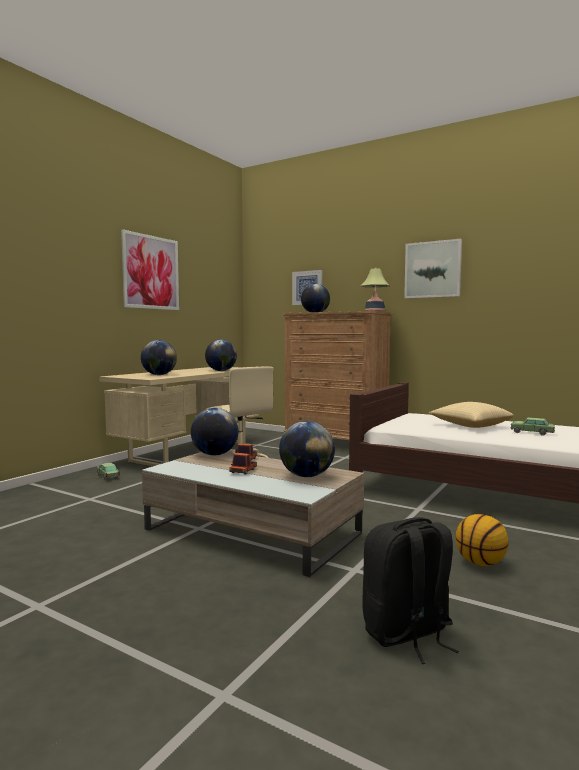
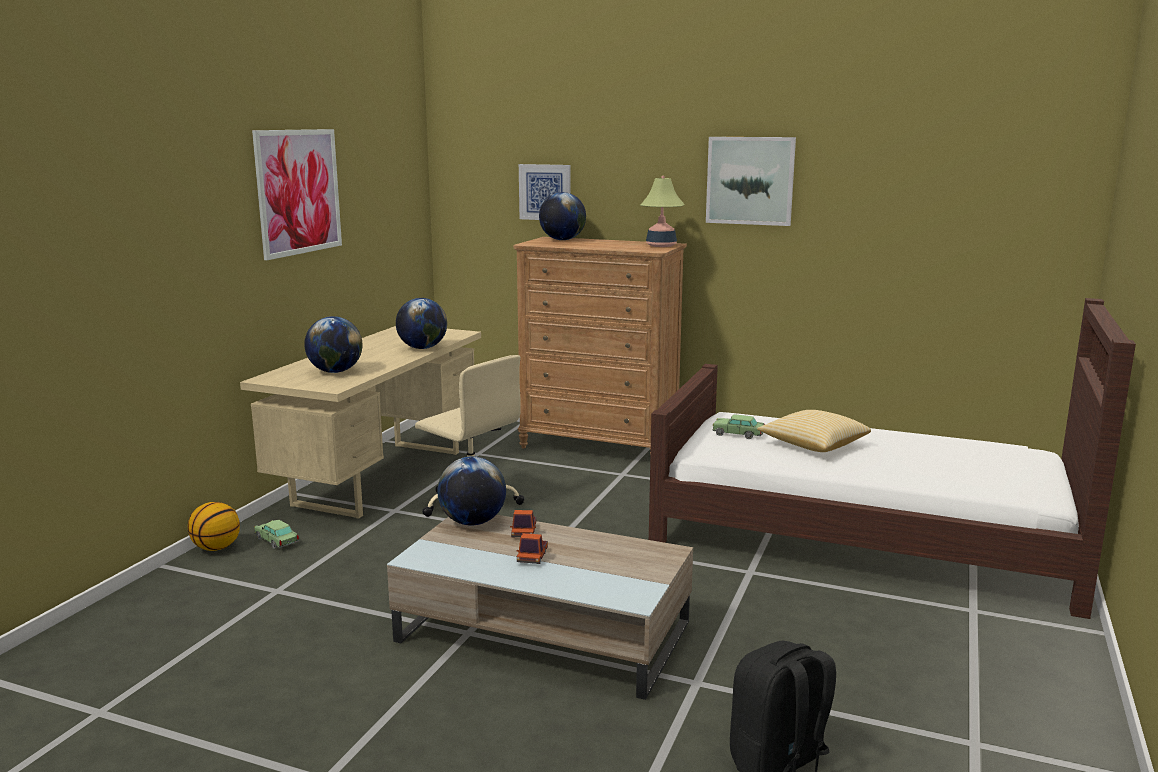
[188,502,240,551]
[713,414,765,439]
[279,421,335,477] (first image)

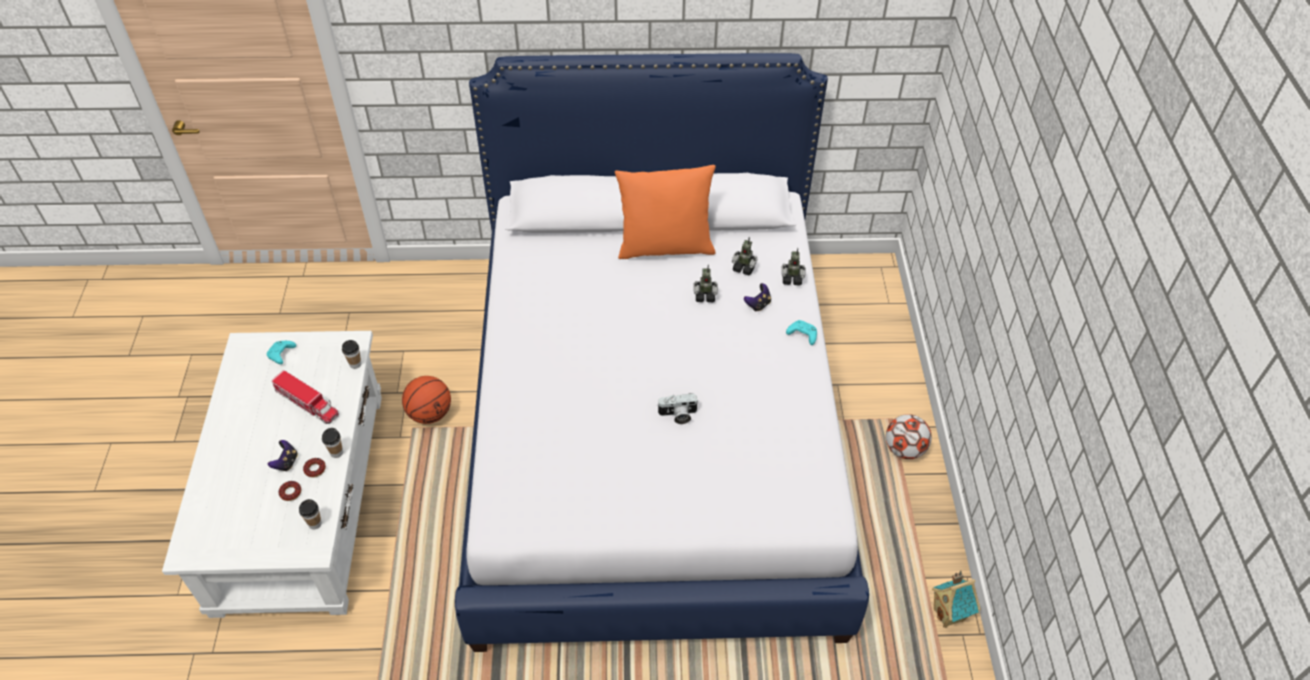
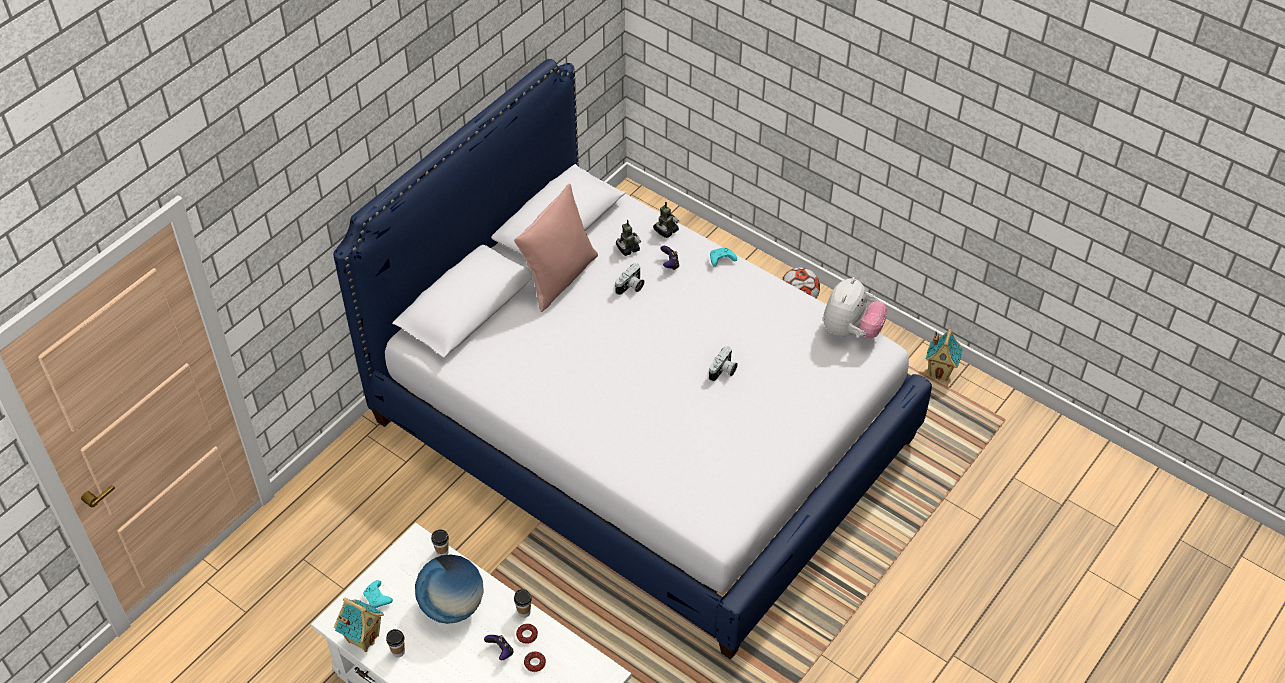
[334,598,384,652]
[386,629,405,658]
[415,554,484,624]
[514,183,598,312]
[615,263,644,295]
[823,277,888,338]
[402,376,451,424] (first image)

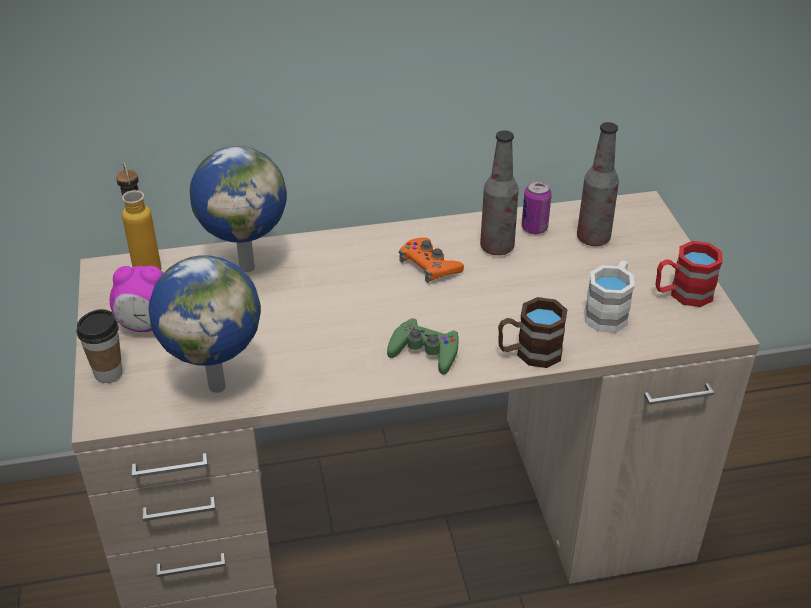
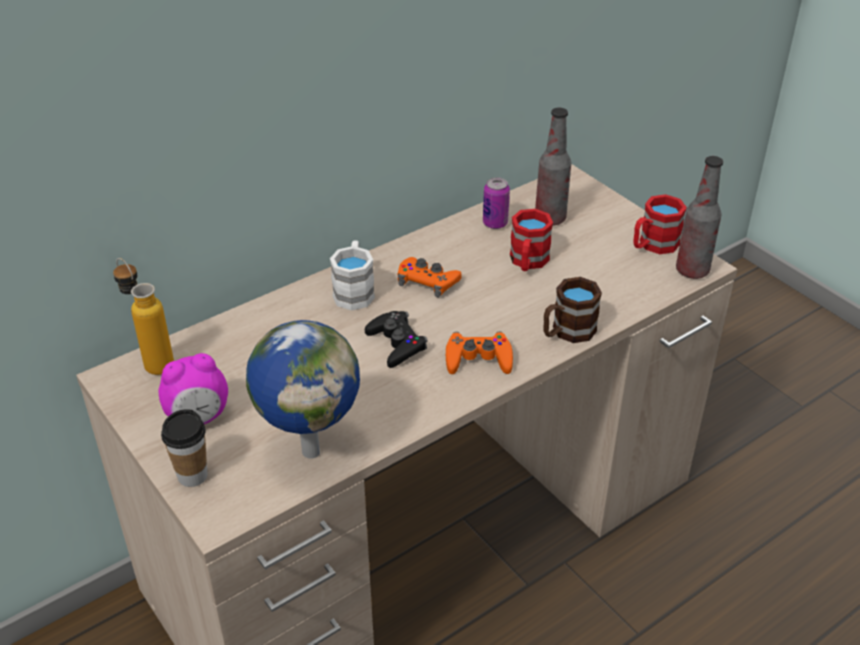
[330,240,375,311]
[365,311,428,368]
[446,332,513,374]
[510,209,553,271]
[676,156,723,279]
[190,146,287,272] (first image)

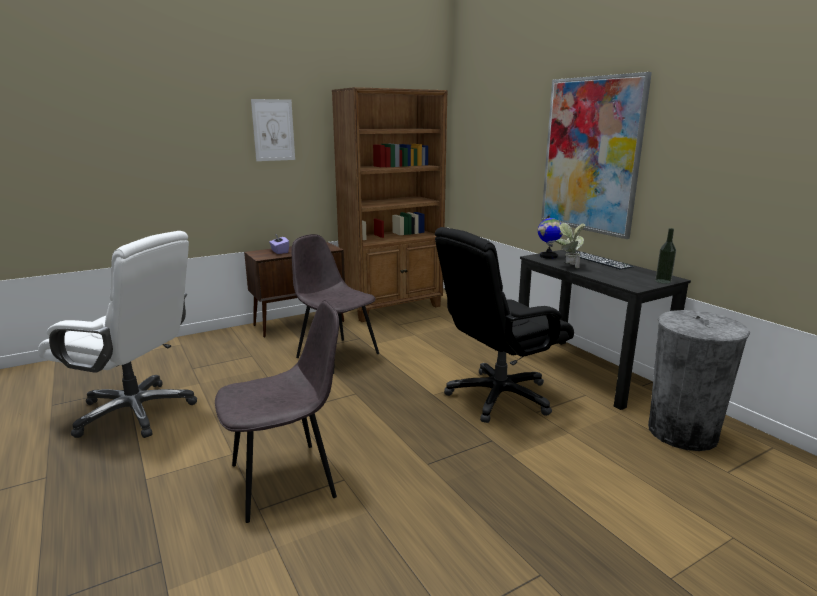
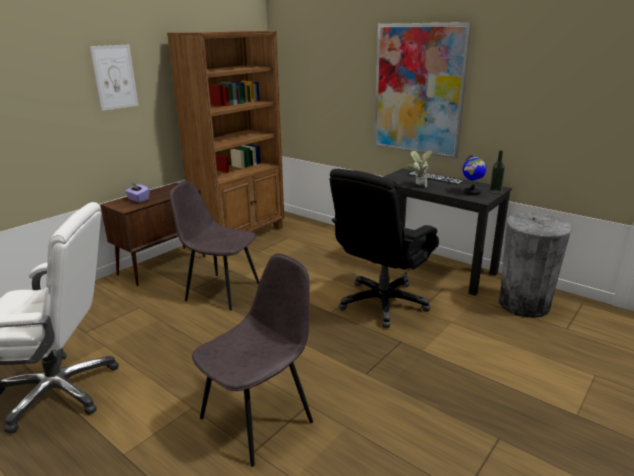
[463,154,487,195]

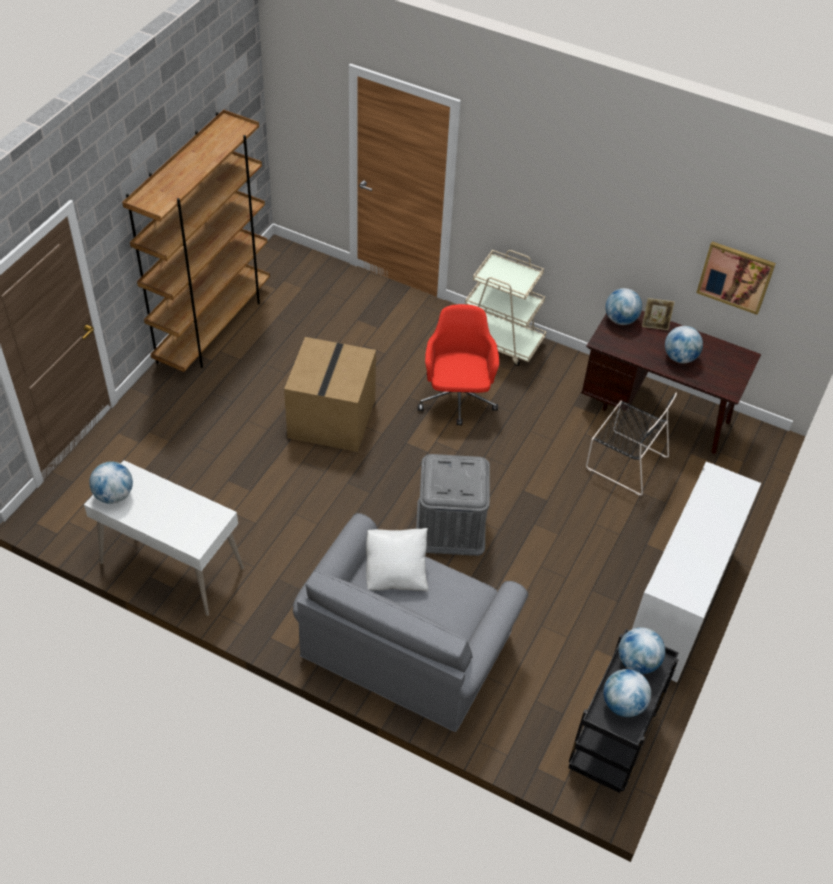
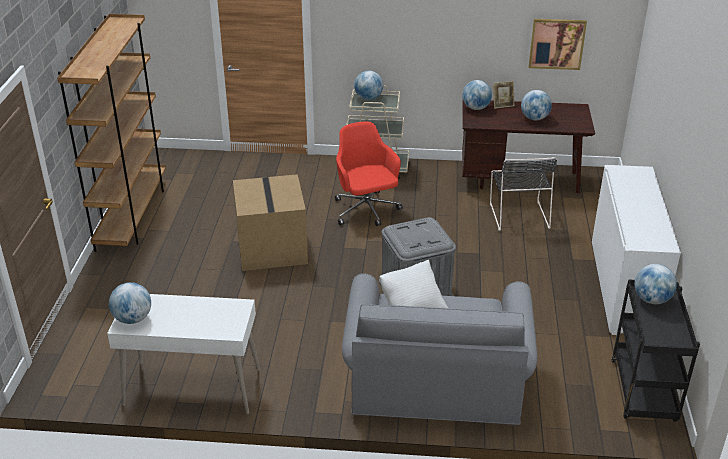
[354,71,383,100]
[490,157,557,231]

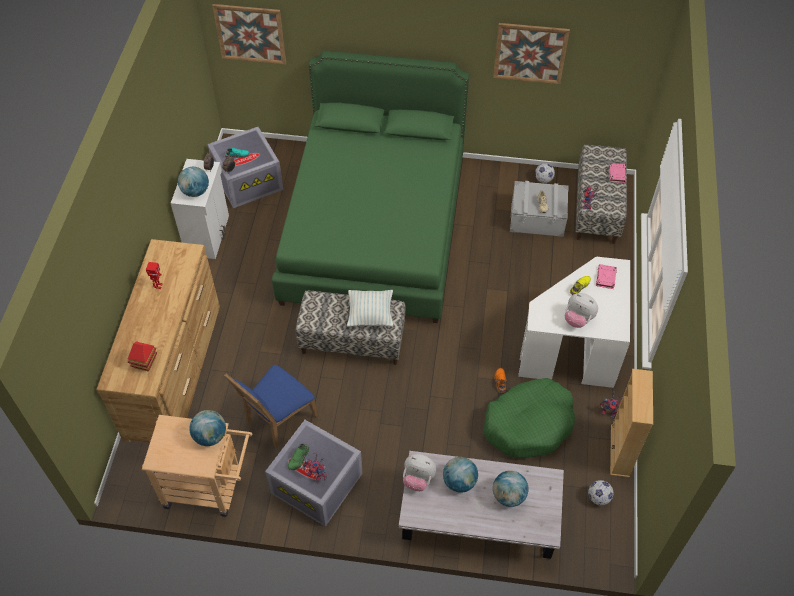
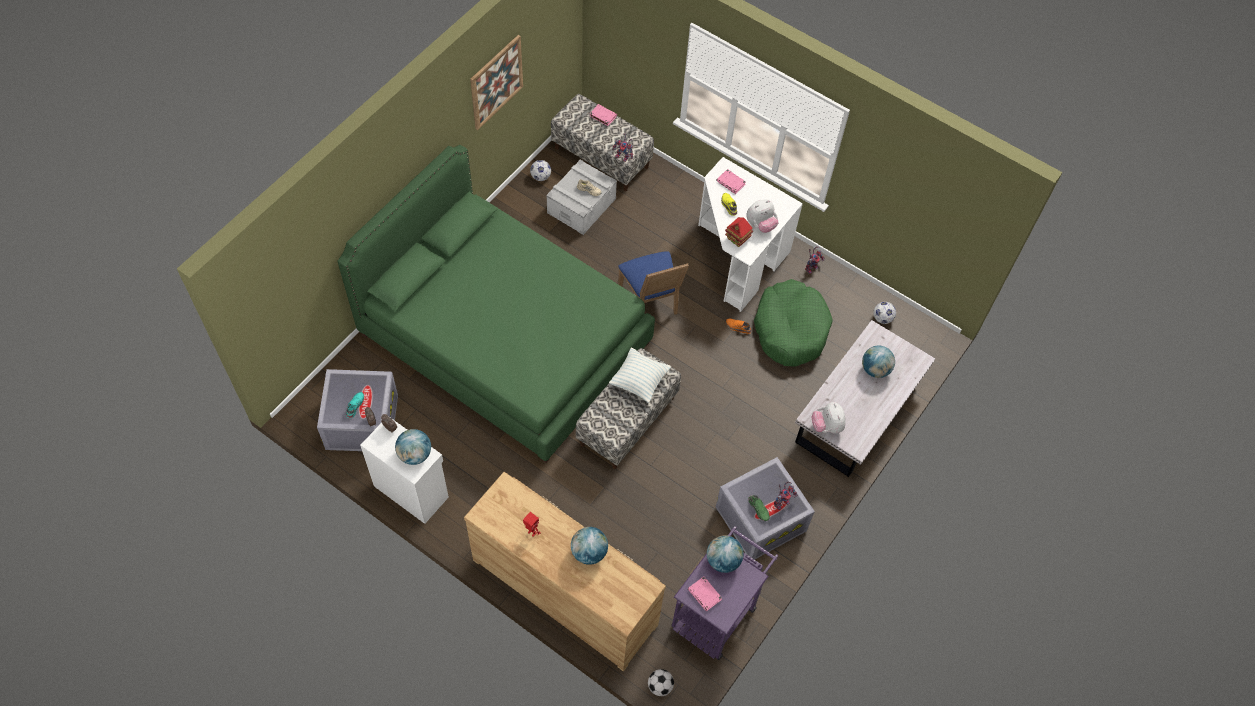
[571,527,608,565]
[618,251,689,315]
[648,669,674,696]
[671,526,778,660]
[688,576,722,611]
[725,217,753,247]
[811,402,845,434]
[212,4,286,65] (first image)
[610,369,653,478] (first image)

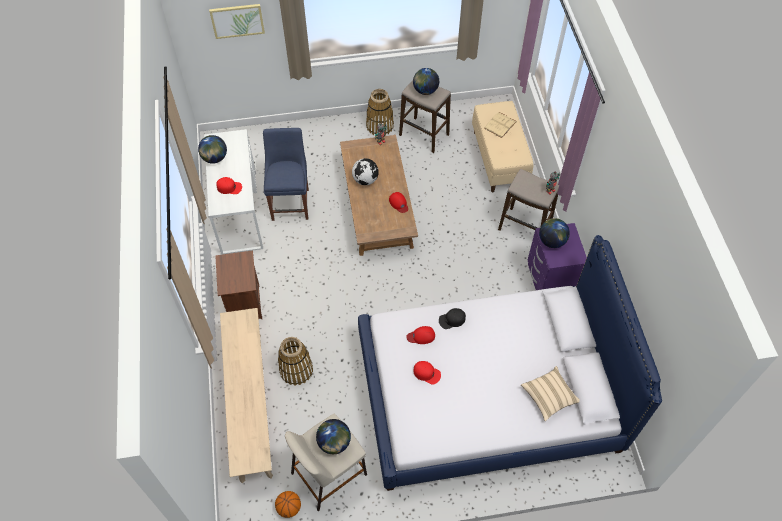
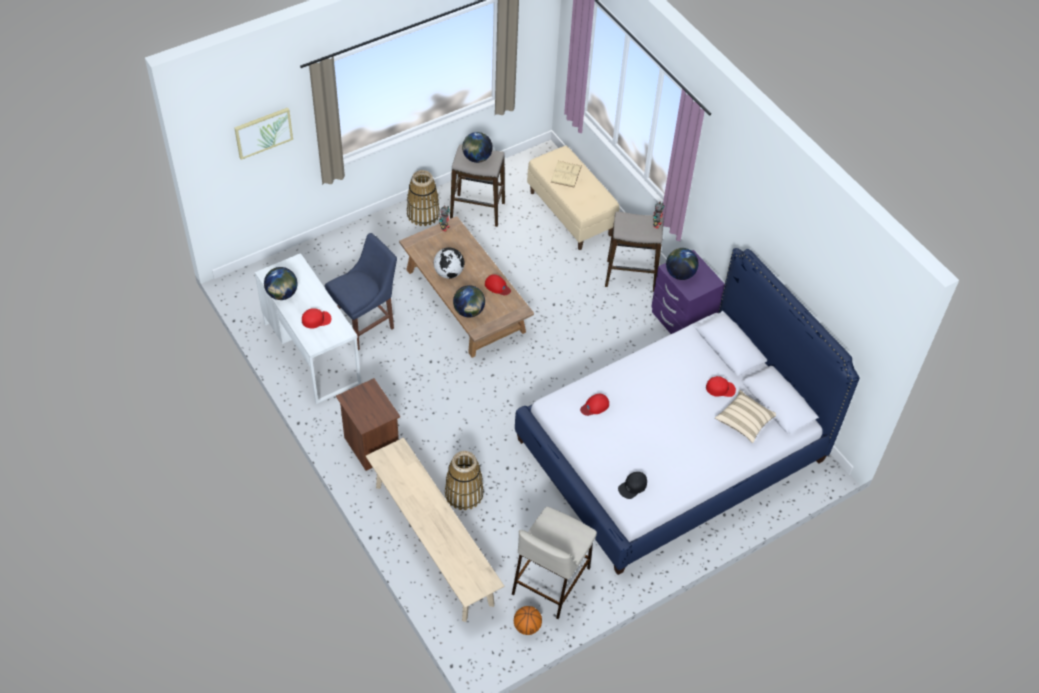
[325,233,397,350]
[453,285,485,318]
[618,472,647,499]
[706,376,736,397]

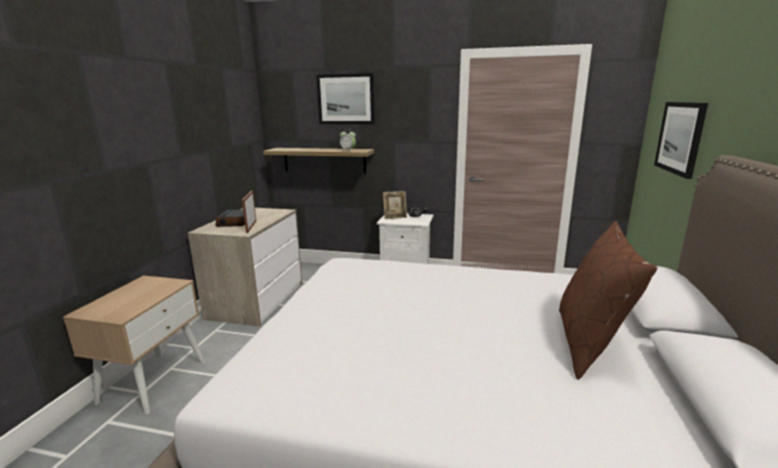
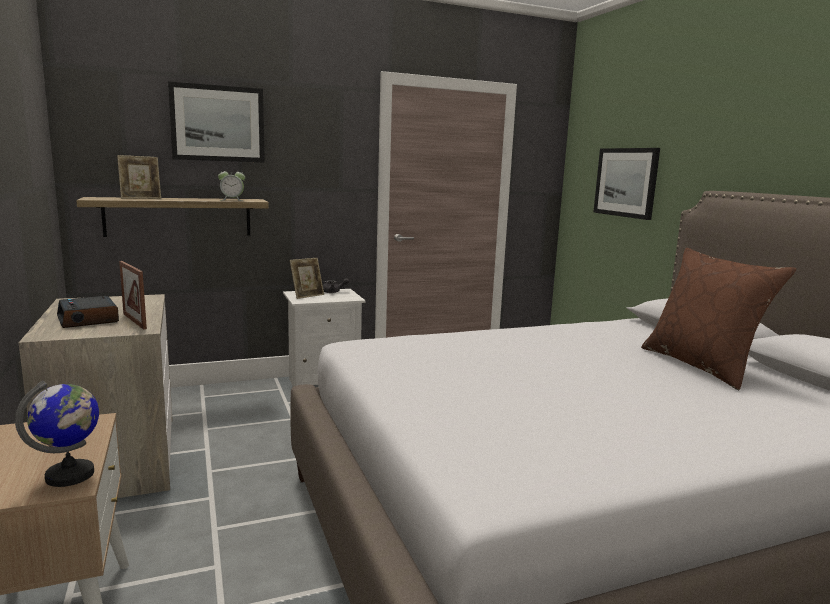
[15,381,99,487]
[117,155,161,199]

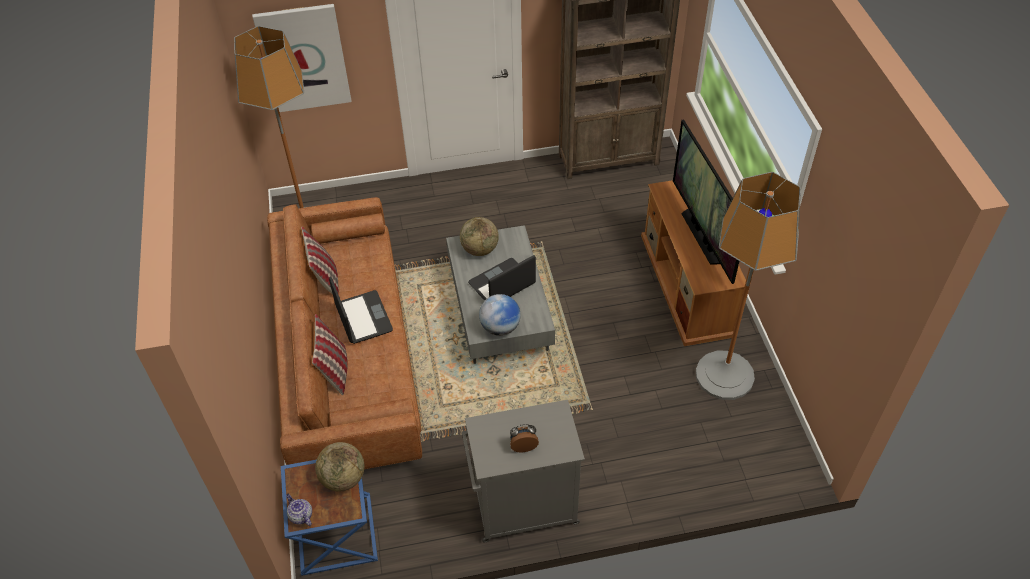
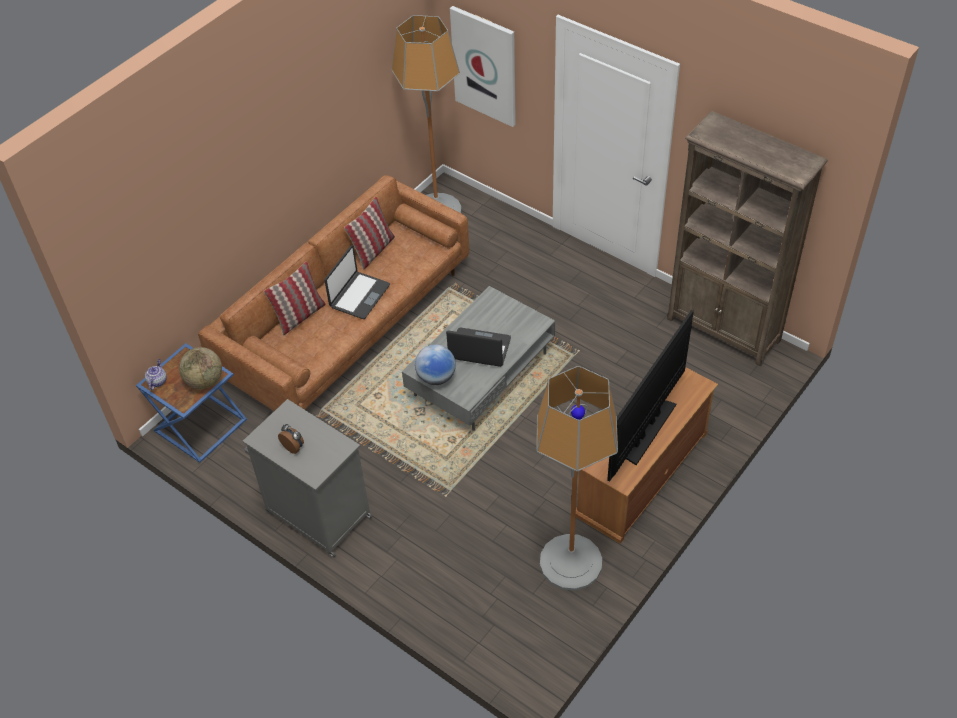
[460,217,499,256] (first image)

